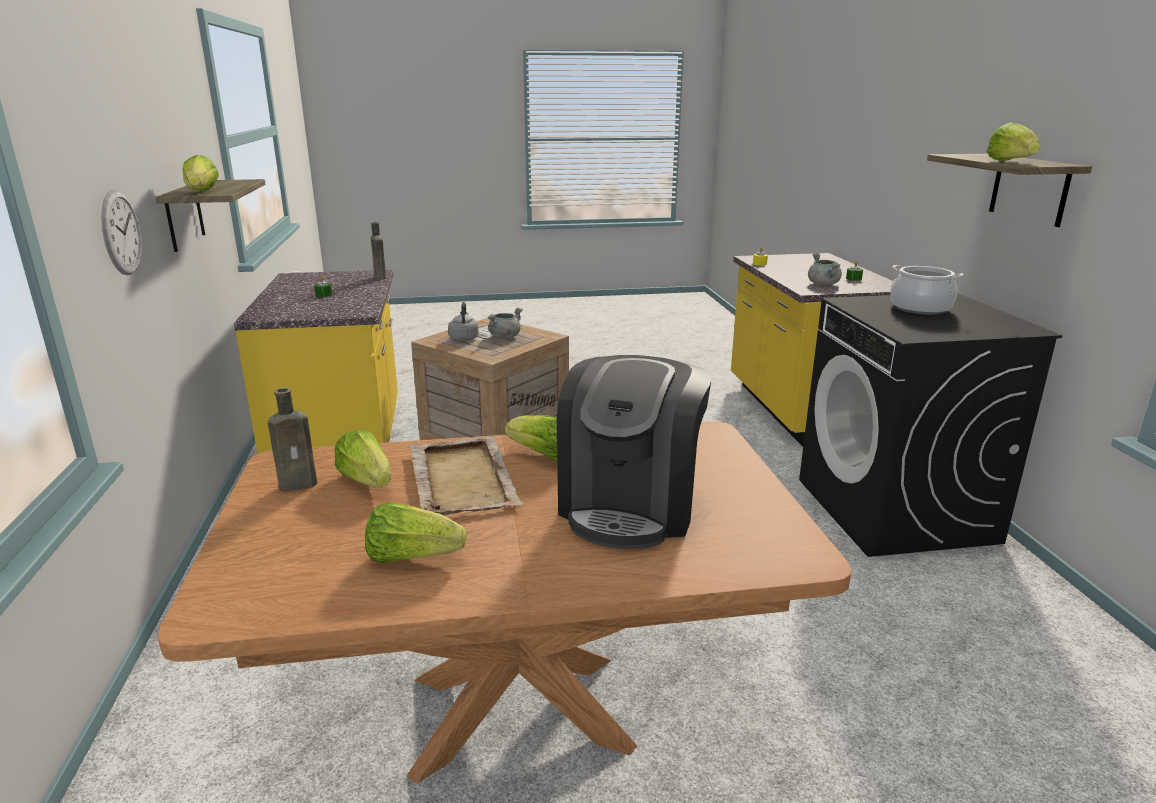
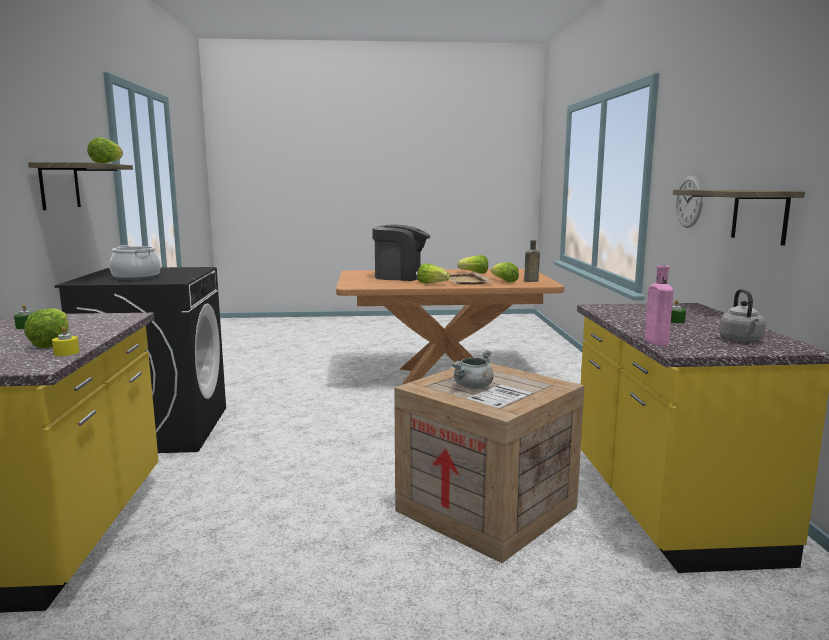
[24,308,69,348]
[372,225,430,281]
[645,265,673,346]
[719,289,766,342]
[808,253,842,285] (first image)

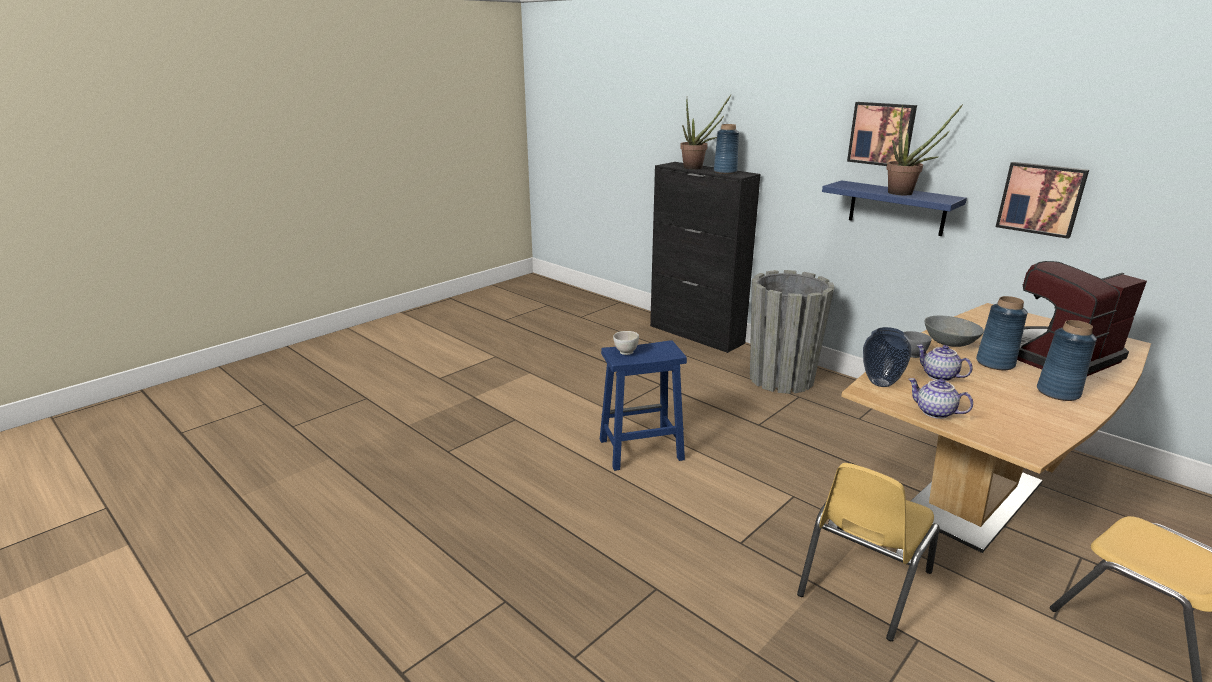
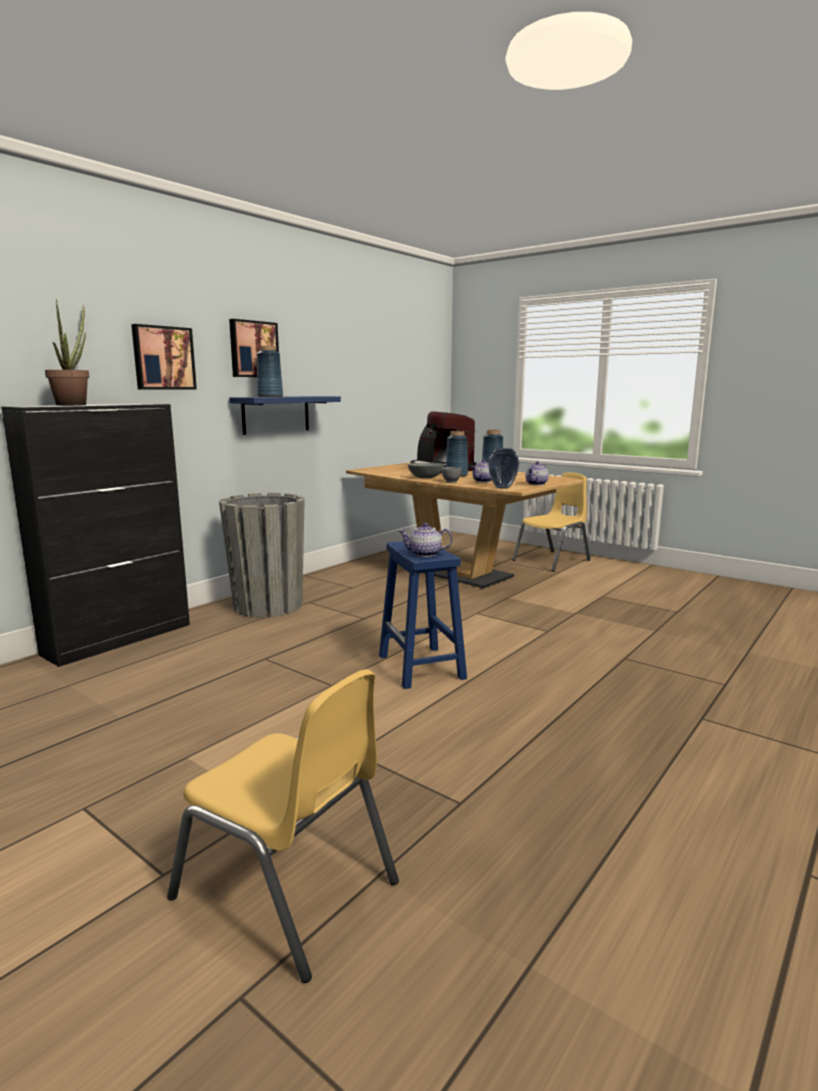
[131,324,197,390]
[167,669,399,983]
[257,346,283,397]
[399,523,453,557]
[886,104,963,195] (first image)

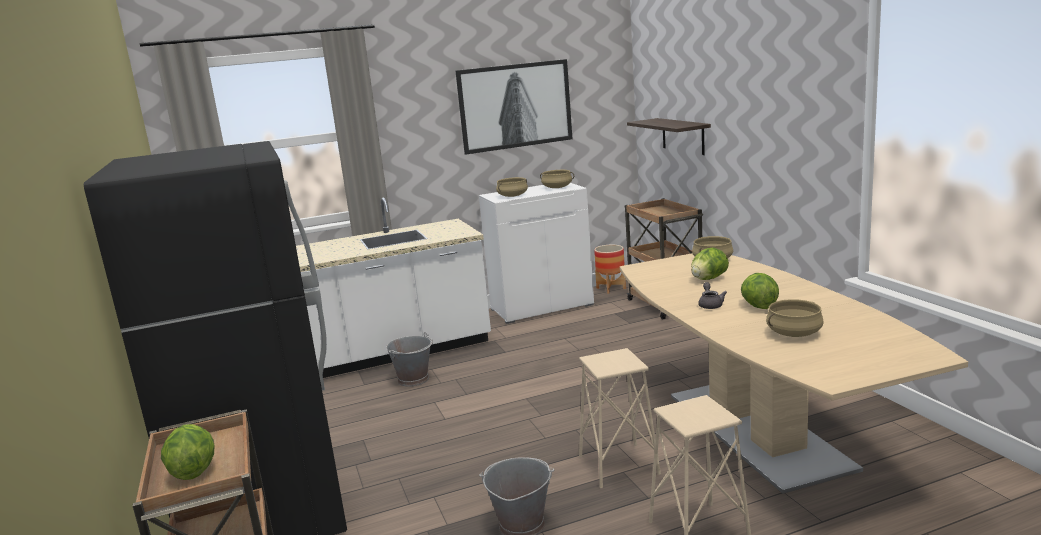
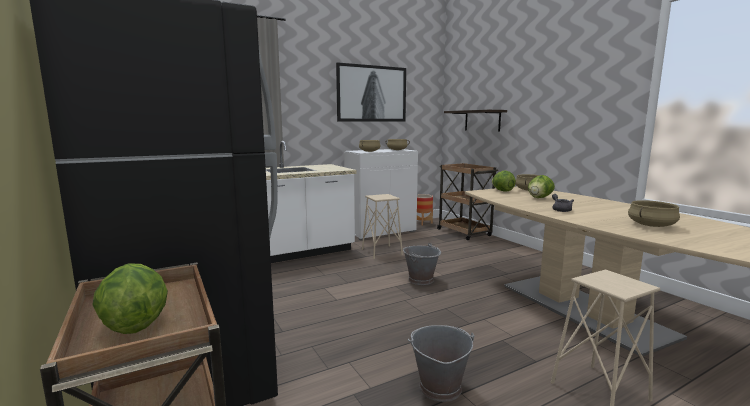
[362,194,403,259]
[403,243,441,285]
[492,170,516,192]

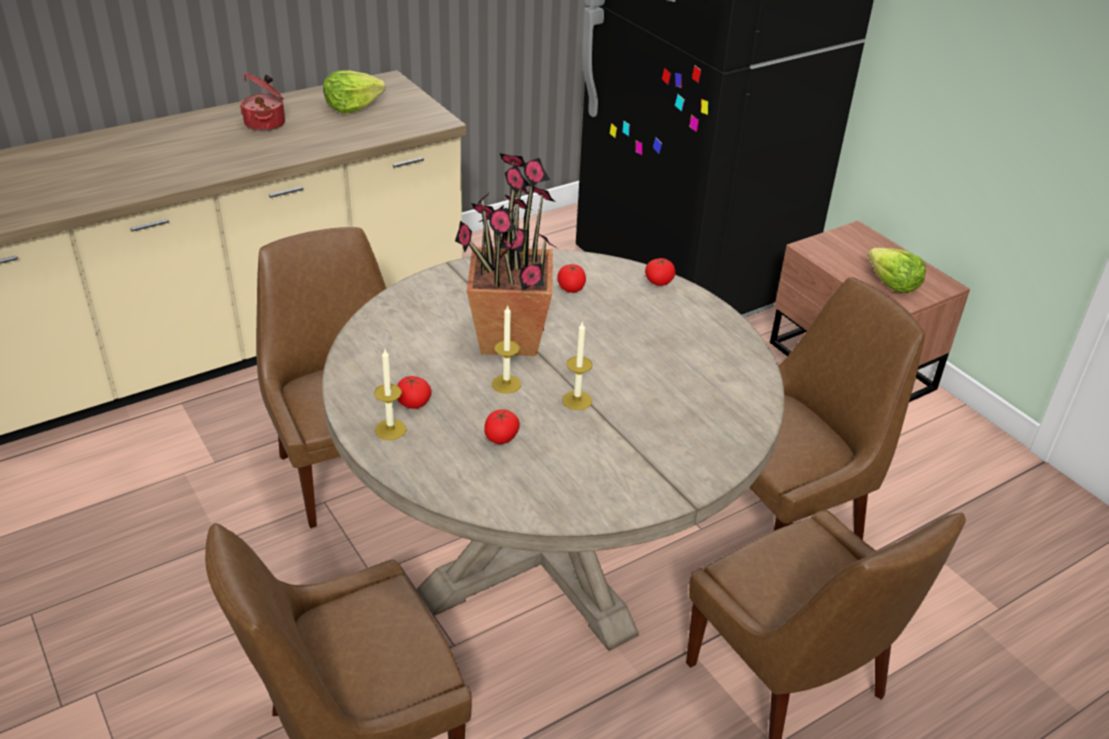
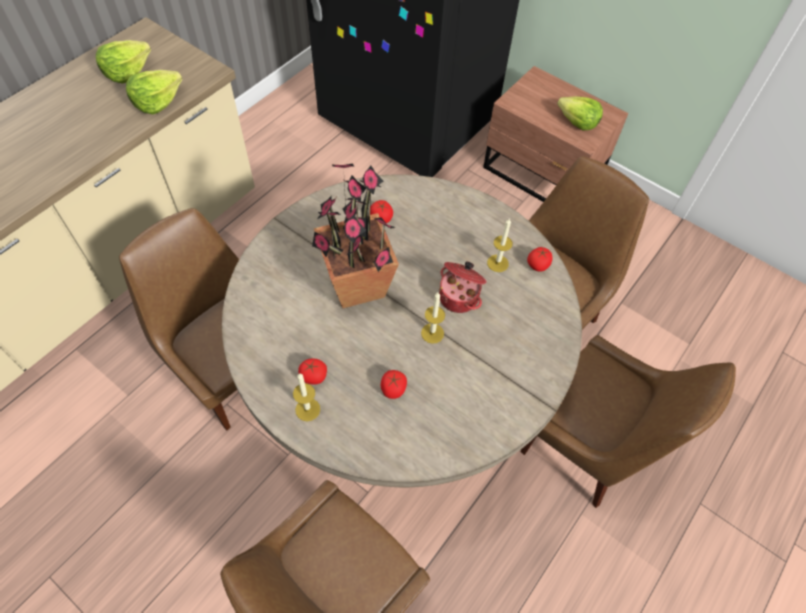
[126,70,183,114]
[439,261,487,313]
[487,218,513,272]
[527,247,553,272]

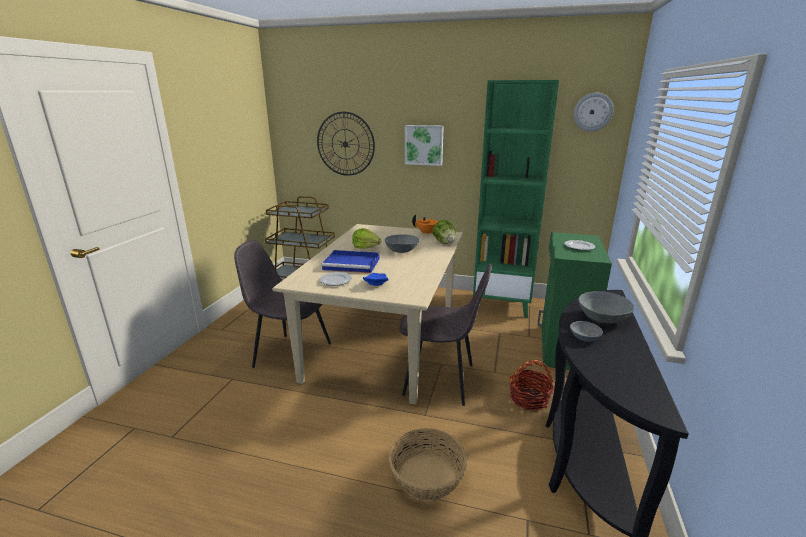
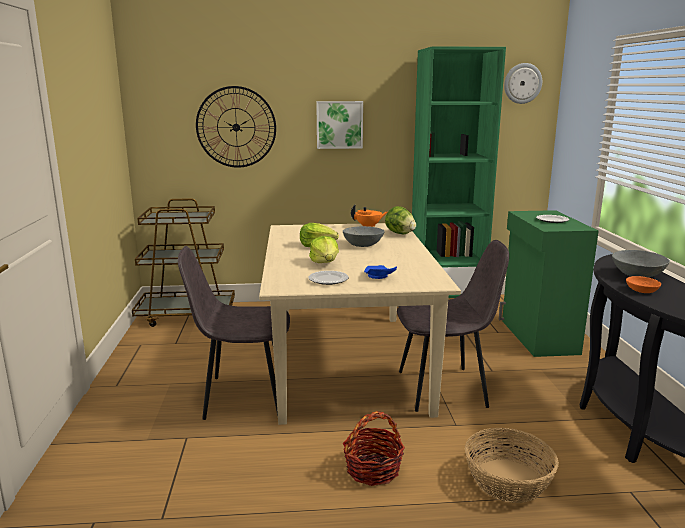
[309,236,339,263]
[343,411,405,486]
[626,276,661,293]

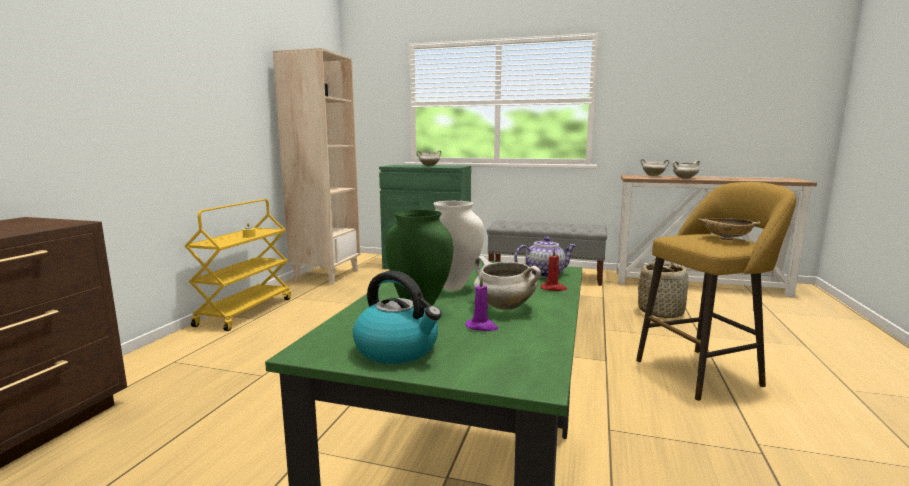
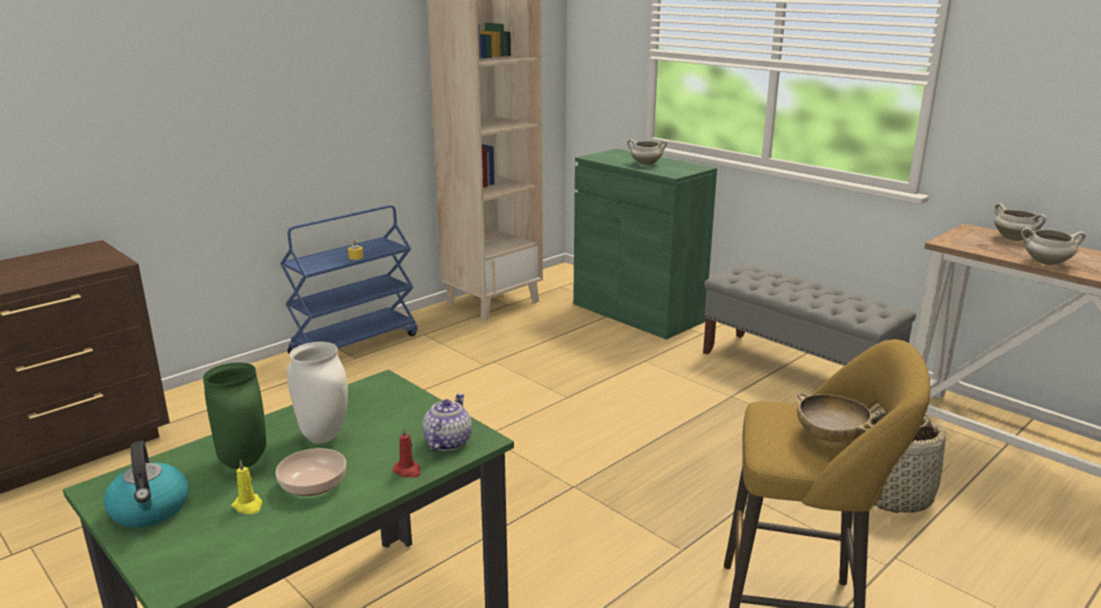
[231,459,262,514]
[275,448,346,496]
[280,205,418,354]
[422,393,472,451]

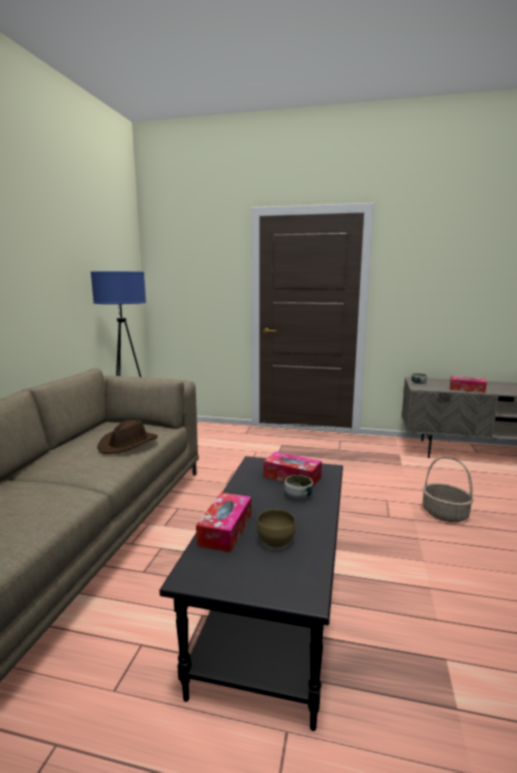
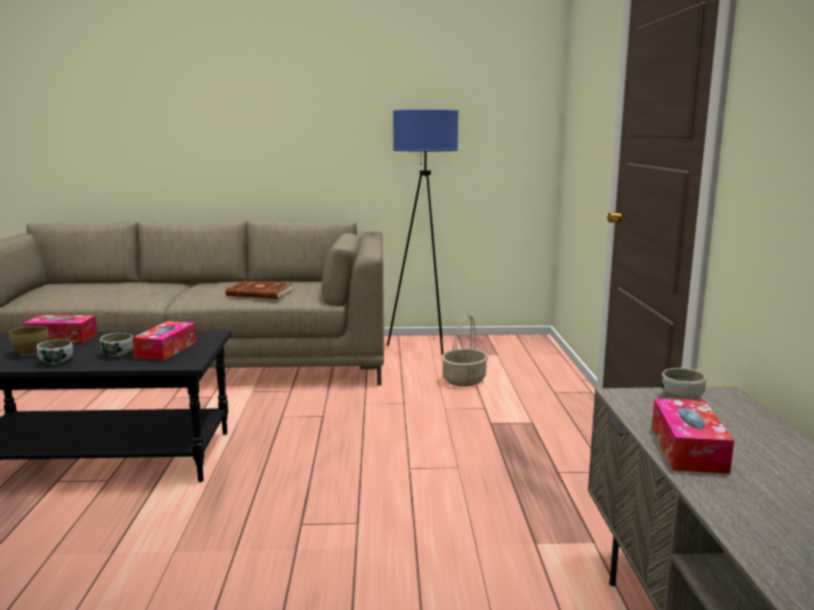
[37,340,73,364]
[226,281,293,299]
[441,314,488,387]

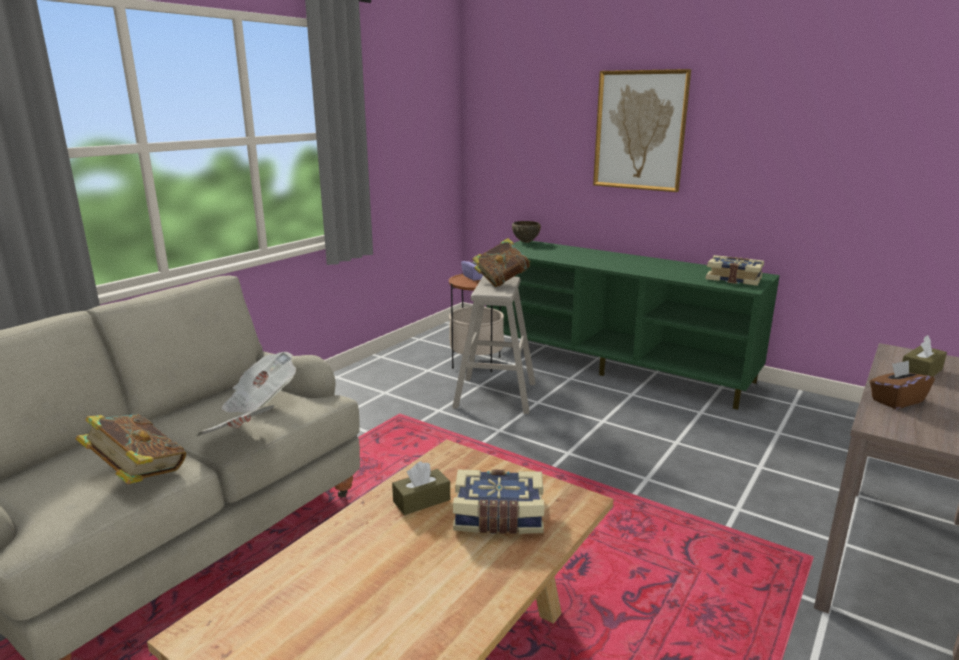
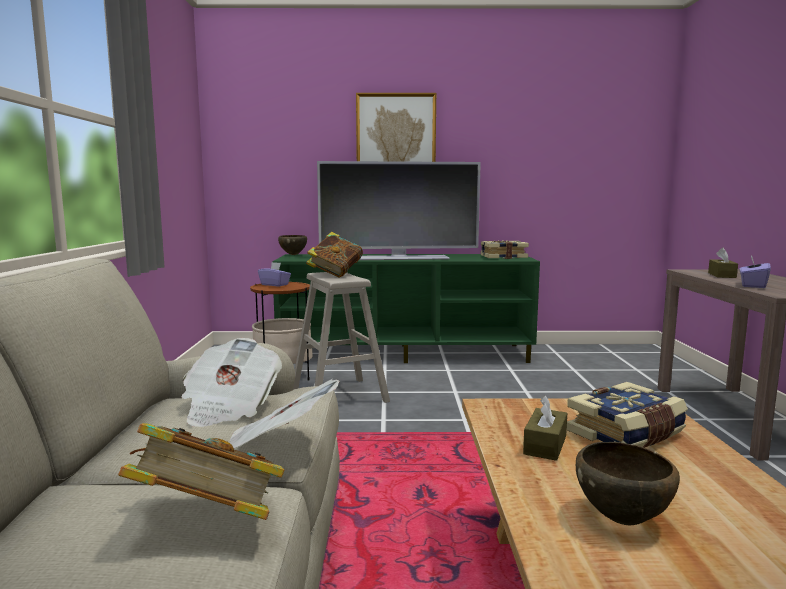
[317,161,481,260]
[576,442,680,525]
[740,256,771,288]

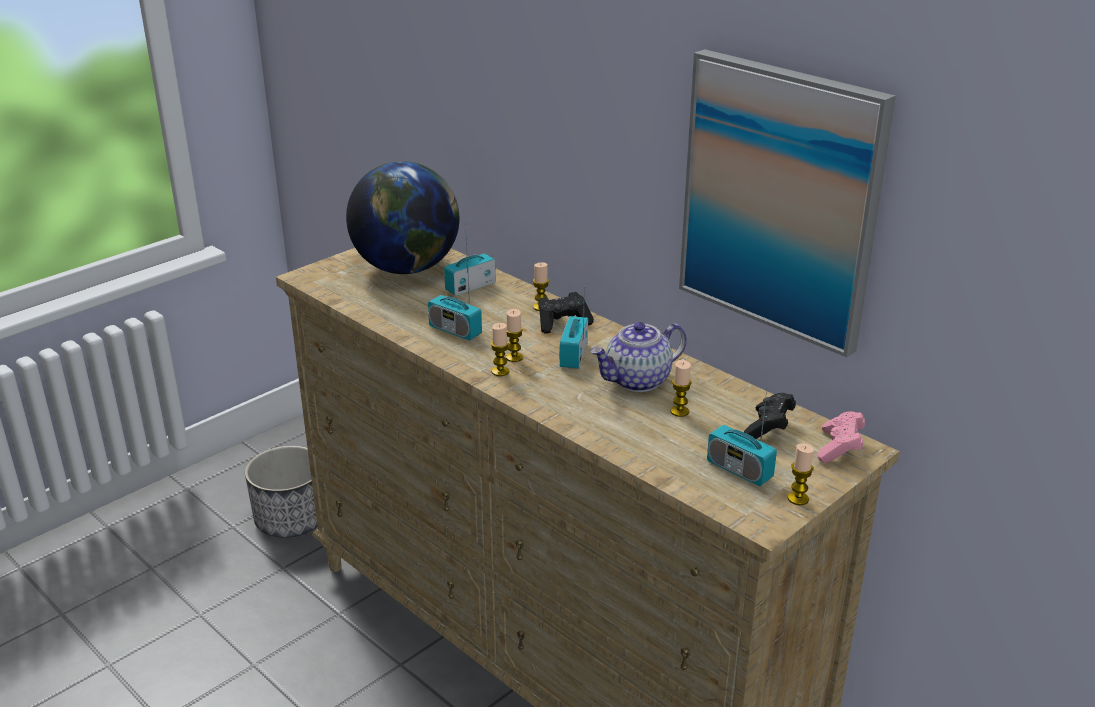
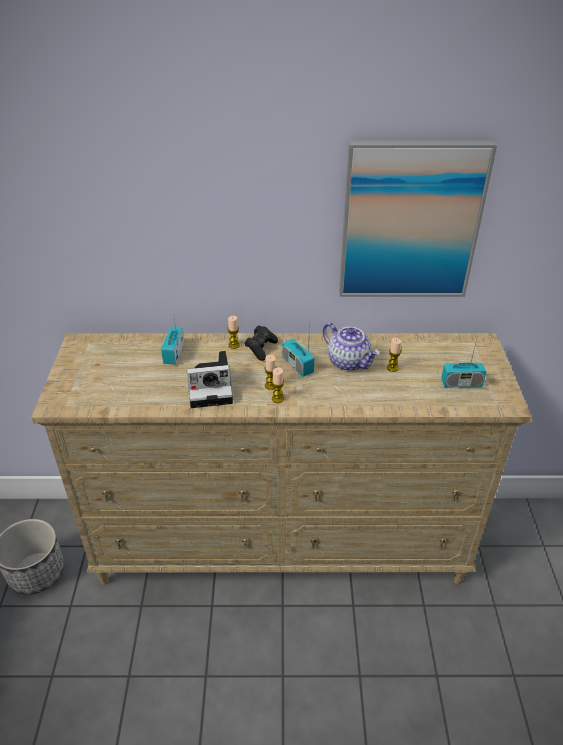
[186,351,233,408]
[322,323,380,371]
[346,161,459,274] (first image)
[744,393,796,439] (first image)
[788,444,814,505] (first image)
[817,411,865,463] (first image)

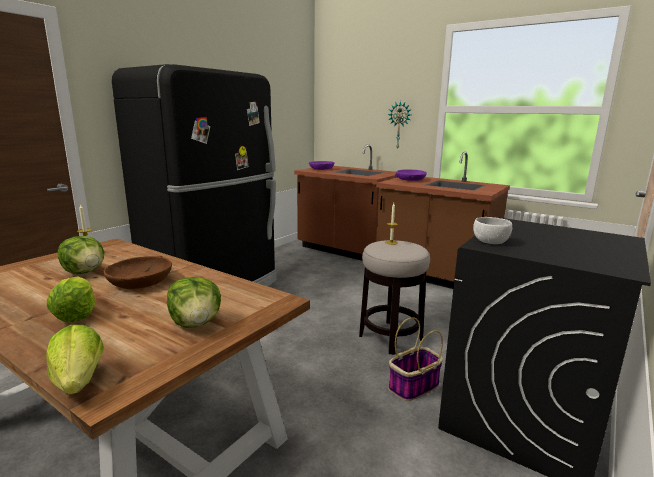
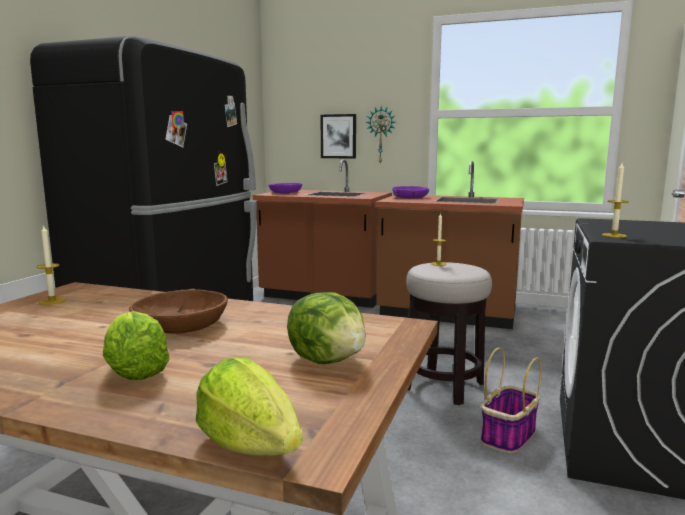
[320,114,356,158]
[602,163,629,238]
[58,236,104,274] (first image)

